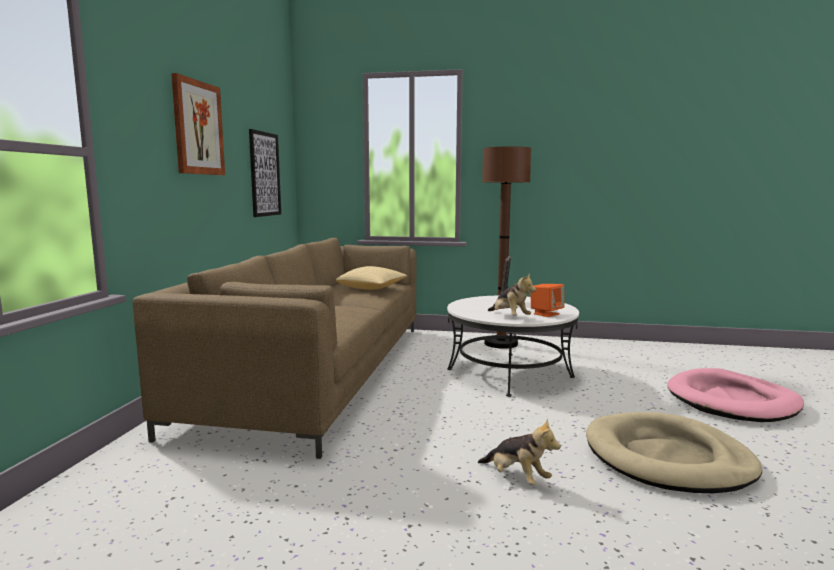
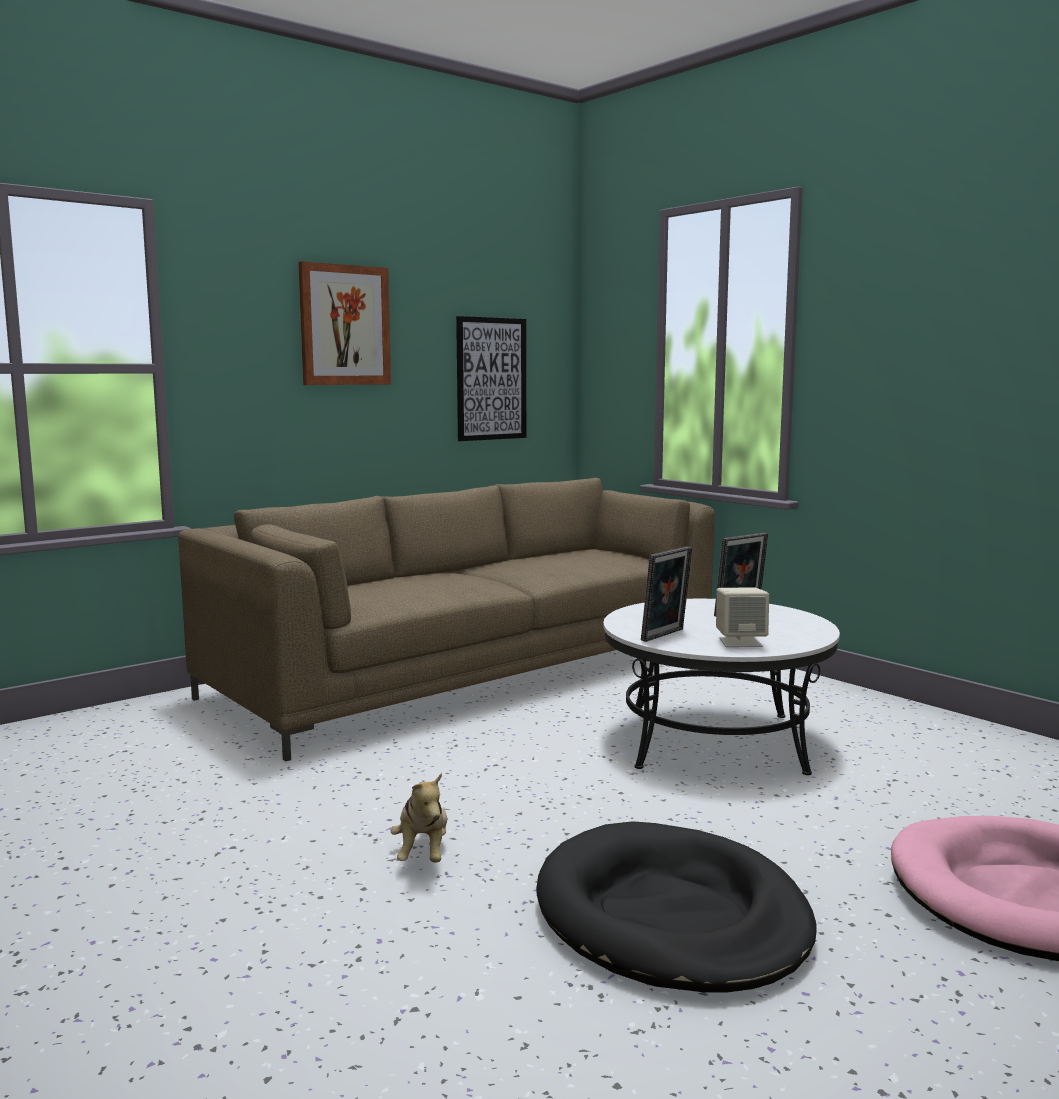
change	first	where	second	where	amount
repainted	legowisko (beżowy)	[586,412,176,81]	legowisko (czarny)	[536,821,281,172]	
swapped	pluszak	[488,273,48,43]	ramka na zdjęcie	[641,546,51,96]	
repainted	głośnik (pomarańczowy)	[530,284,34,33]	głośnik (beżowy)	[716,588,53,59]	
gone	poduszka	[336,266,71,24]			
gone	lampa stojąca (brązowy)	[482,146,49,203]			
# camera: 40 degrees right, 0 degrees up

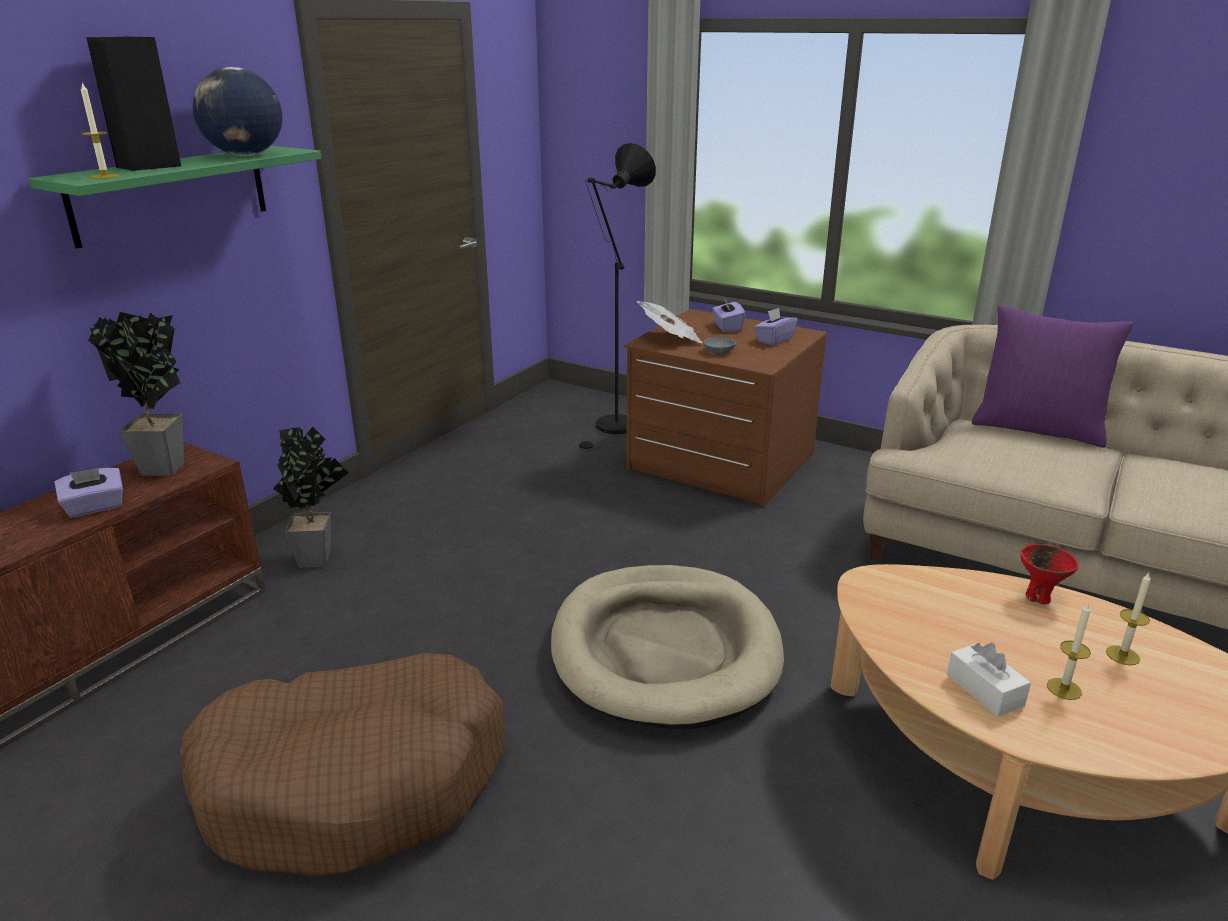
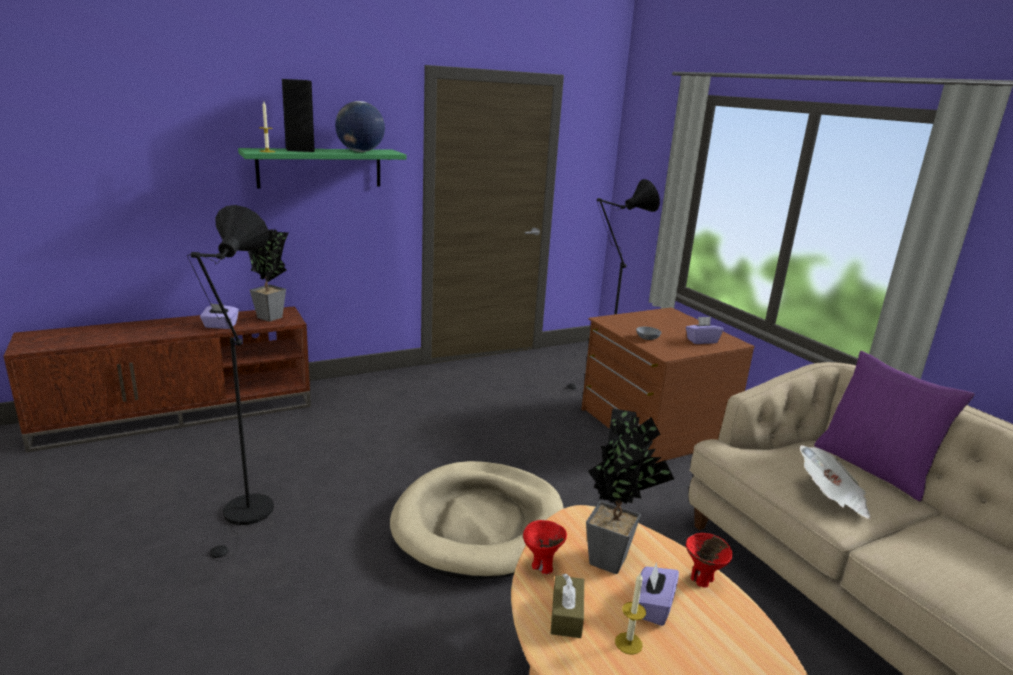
change	first	where	second	where	amount
swapped	legowisko (brązowy)	[180,653,326,224]	lampa stojąca (czarny)	[187,205,87,357]	
new			miska (czerwony)	[523,520,44,55]	
repainted	pudełko chusteczek (biały)	[947,643,84,74]	pudełko chusteczek (brązowy)	[551,573,33,65]	
shifted	roślina doniczkowa	[273,427,76,141]		[586,408,88,166]	
shifted	pudełko chusteczek (fioletowy)	[712,298,33,34]		[639,563,40,63]	
shifted	gazeta	[637,301,66,42]		[800,445,70,74]	
gone	świeca	[1106,573,45,92]			
# camera: 30 degrees right, 5 degrees down

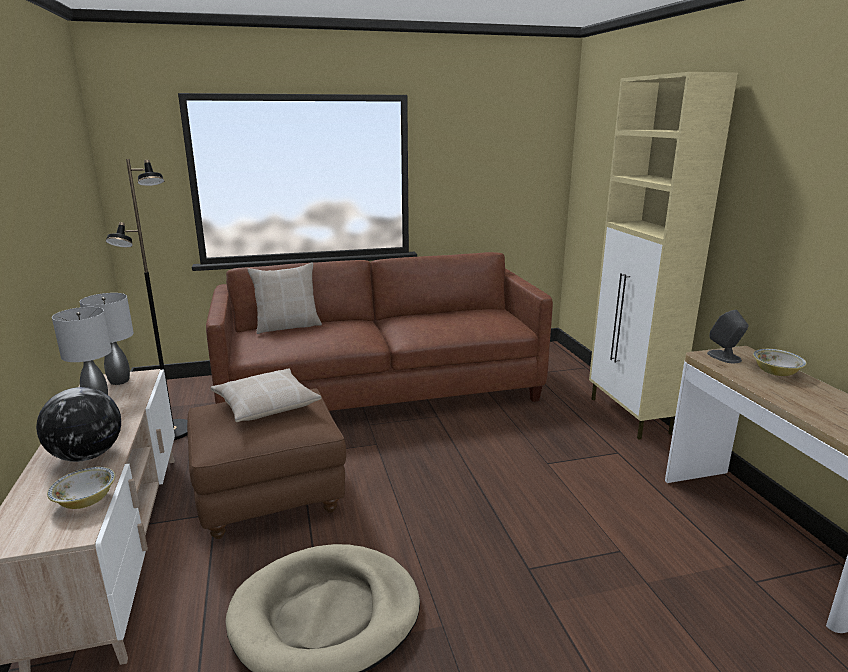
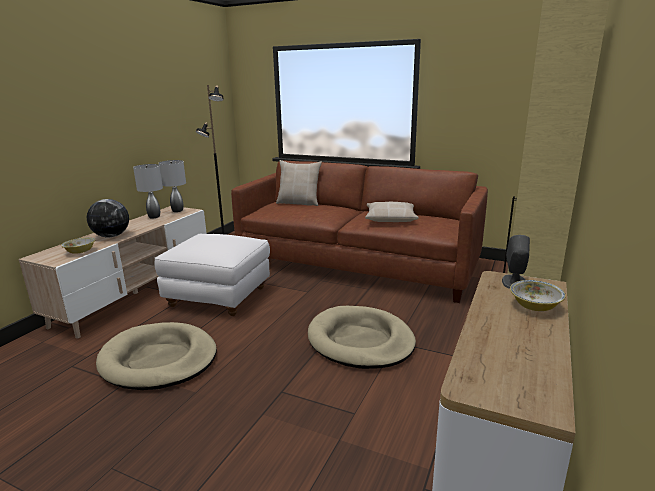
change	first	where	second	where	amount
repainted	pufa (brązowy)	[187,388,159,151]	pufa (biały)	[154,234,116,82]	
new			legowisko (beżowy)	[308,306,108,63]	
shifted	poduszka (beżowy)	[211,369,110,53]		[365,202,54,20]	
# camera: 40 degrees right, 0 degrees up

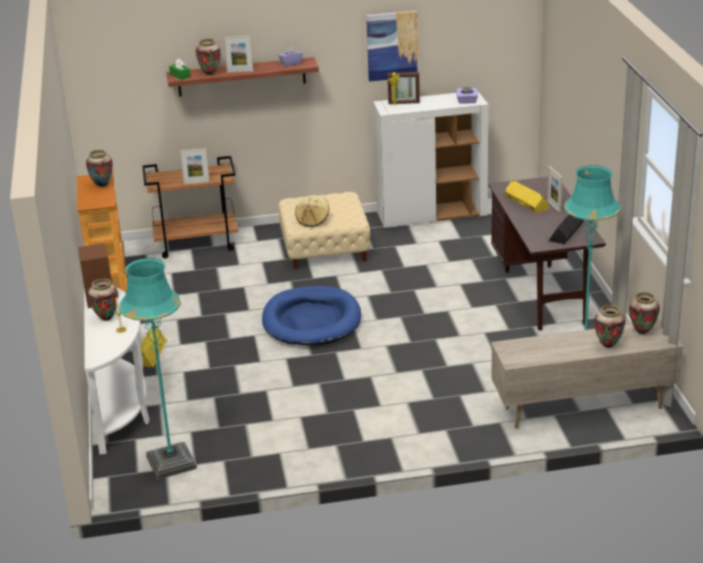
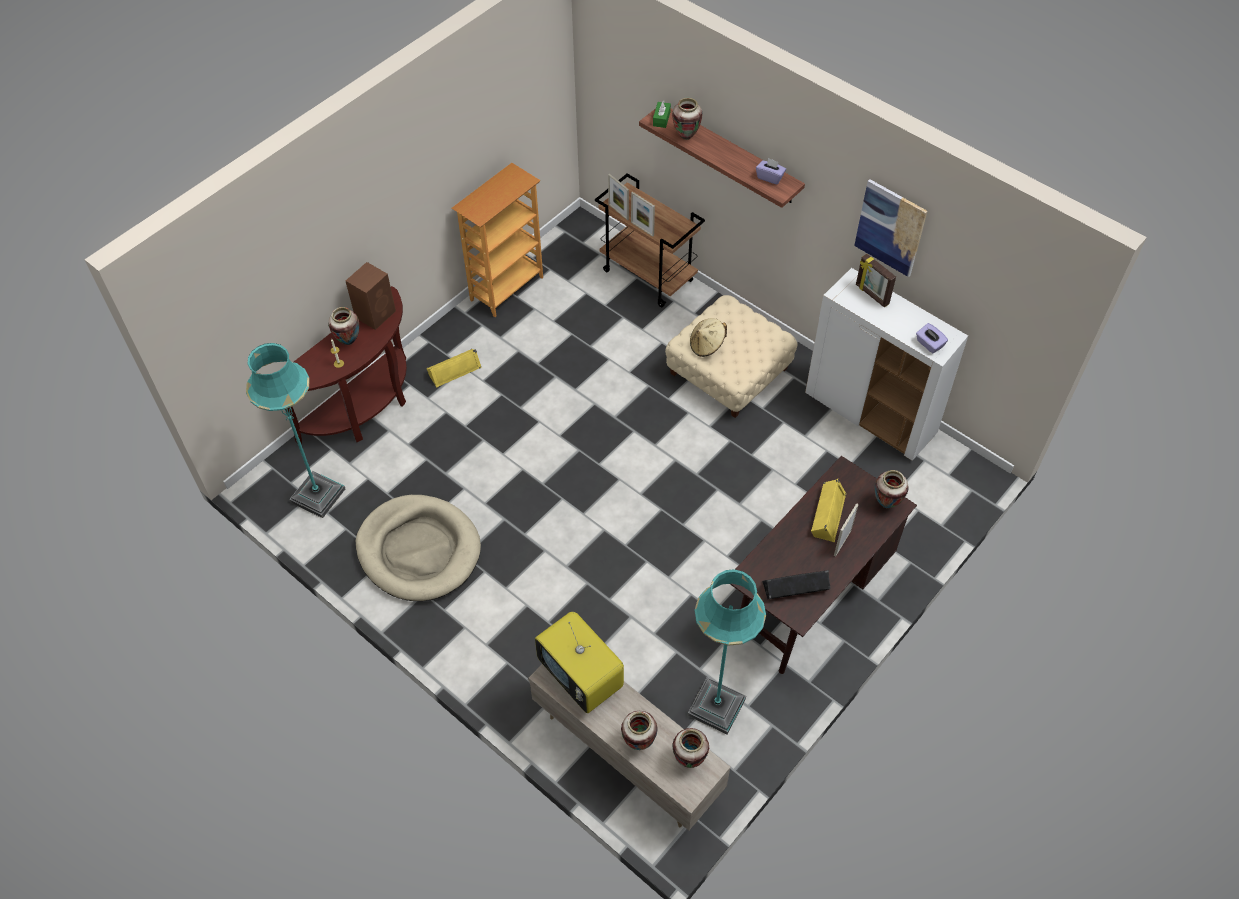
change	first	where	second	where	amount
repainted	stolik konsolowy (biały)	[84,287,66,168]	stolik konsolowy (brązowy)	[284,286,123,158]	
new			legowisko (beżowy)	[356,495,125,106]	
new			telewizor	[535,612,89,101]	
shifted	ramka na zdjęcie	[224,36,29,37]		[608,174,21,46]	
shifted	wazon	[86,149,27,39]		[875,470,34,38]	
gone	legowisko (niebieski)	[262,286,99,60]			
# camera: 50 degrees right, 25 degrees up

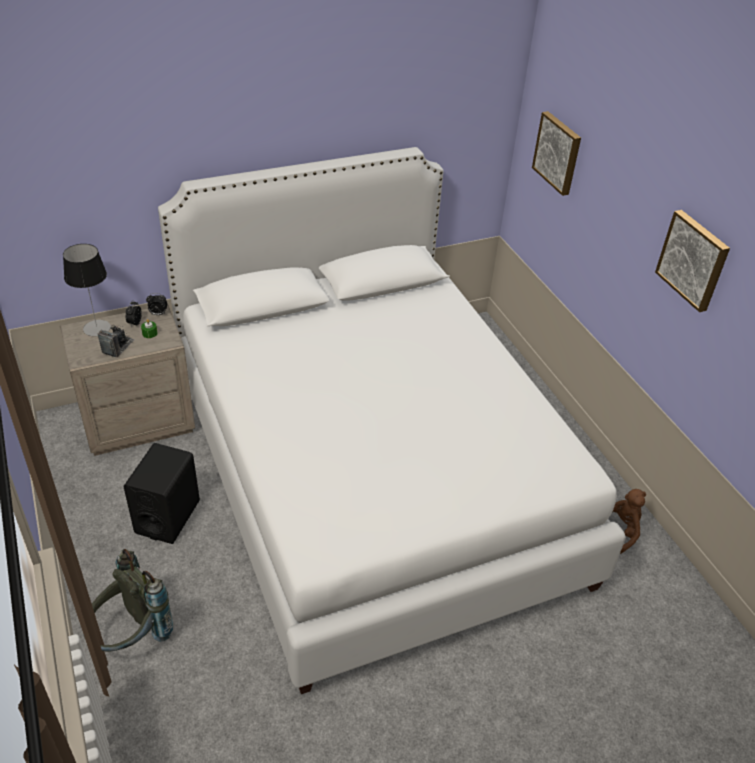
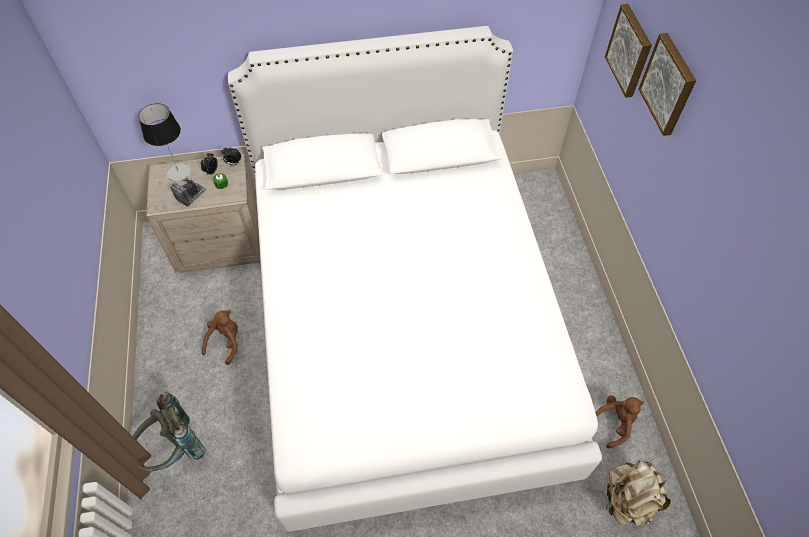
change	first	where	second	where	amount
swapped	głośnik (czarny)	[123,443,77,101]	pluszak (brązowy)	[202,310,36,55]	
new			plecak (beżowy)	[605,460,66,67]	
shifted	obraz	[655,210,75,102]		[639,33,57,103]	
# camera: 15 degrees right, 15 degrees up

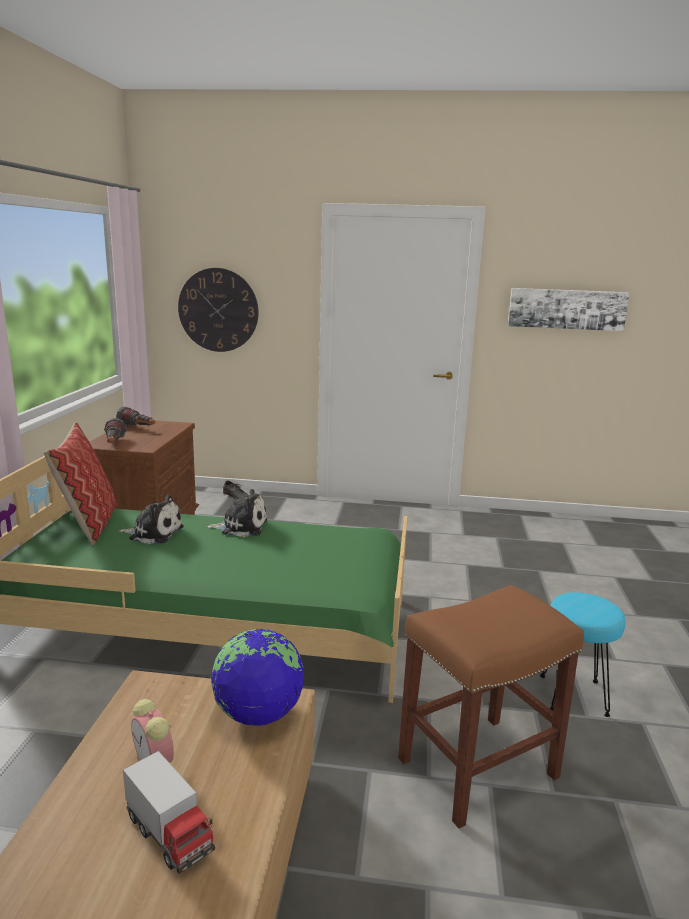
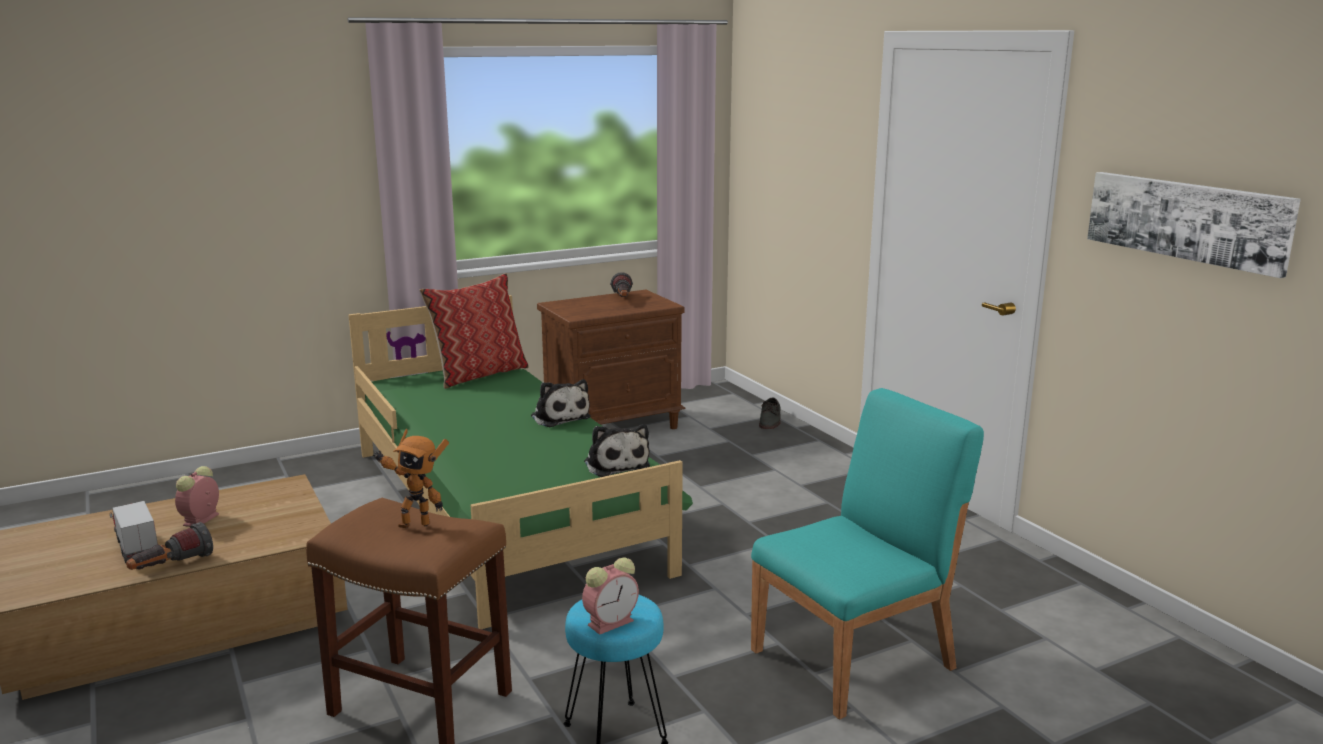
change	first	where	second	where	amount
rotated	ciężarówka zabawkowa	[123,751,92,123]		[110,501,48,62]	135 degrees clockwise
shifted	latarka	[104,418,23,25]		[126,522,87,48]	
new			robot zabawkowy	[373,429,76,99]	
new			budzik	[582,557,57,78]	
shifted	pluszak	[118,495,66,49]		[584,424,66,53]	
new			krzesło (turkusowy)	[751,388,233,331]	
gone	zegar ścienny	[178,268,80,84]			
gone	globus	[211,629,93,97]			
# camera: 55 degrees right, 0 degrees up

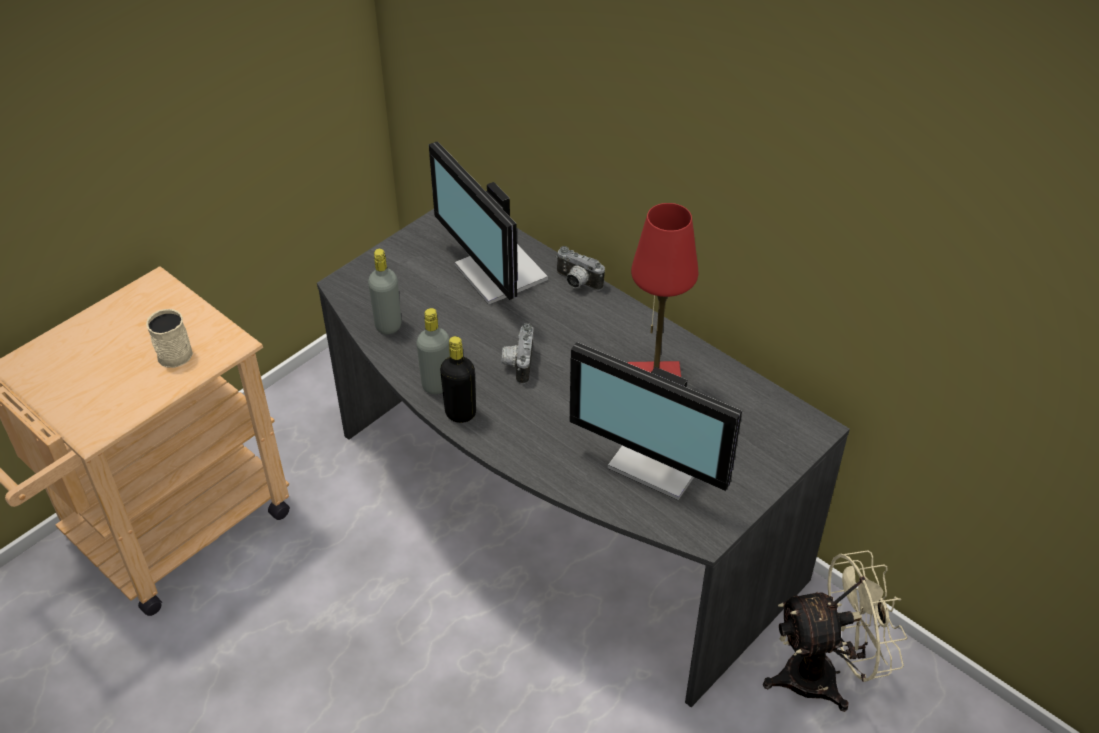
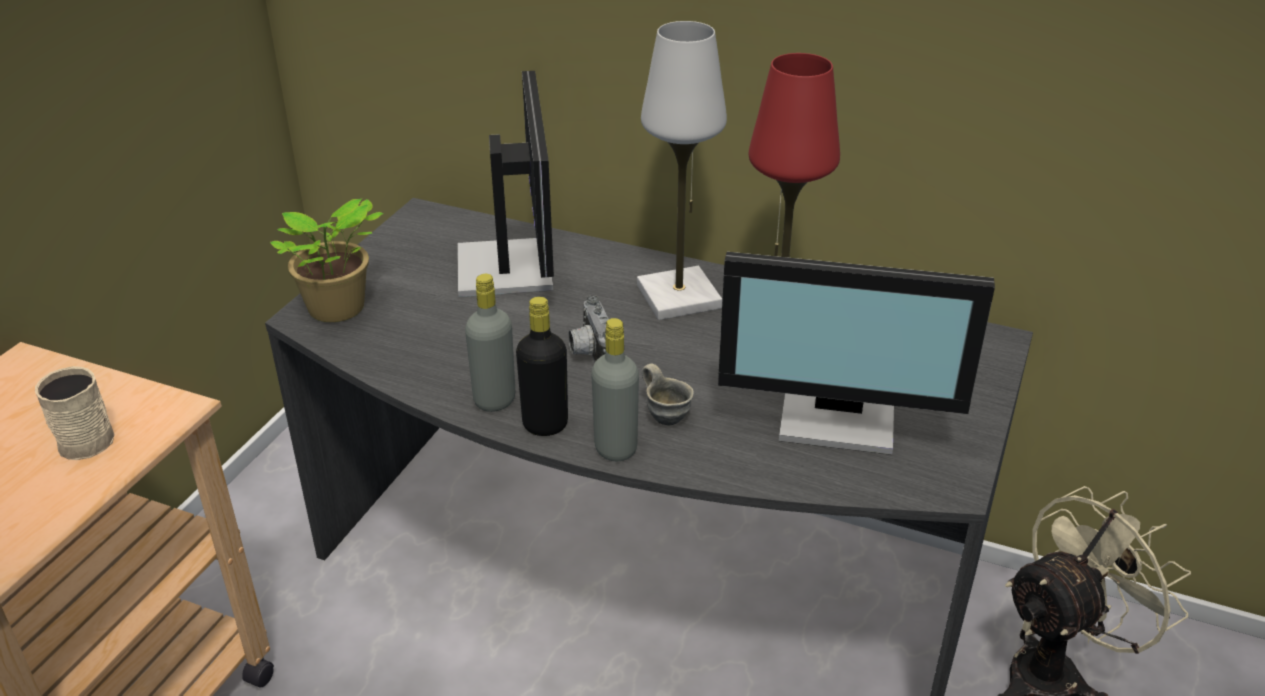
change	first	where	second	where	amount
new			roślina doniczkowa	[270,198,114,124]	
rotated	monitor	[429,141,119,164]		[457,71,97,226]	135 degrees counterclockwise
shifted	butelka (szary)	[368,249,33,85]		[591,318,48,143]	
new			lampa stołowa (biały)	[637,21,90,299]	
new			kubek (szary)	[642,363,52,63]	
gone	aparat fotograficzny	[556,246,49,45]			
# camera: 20 degrees left, 10 degrees down

